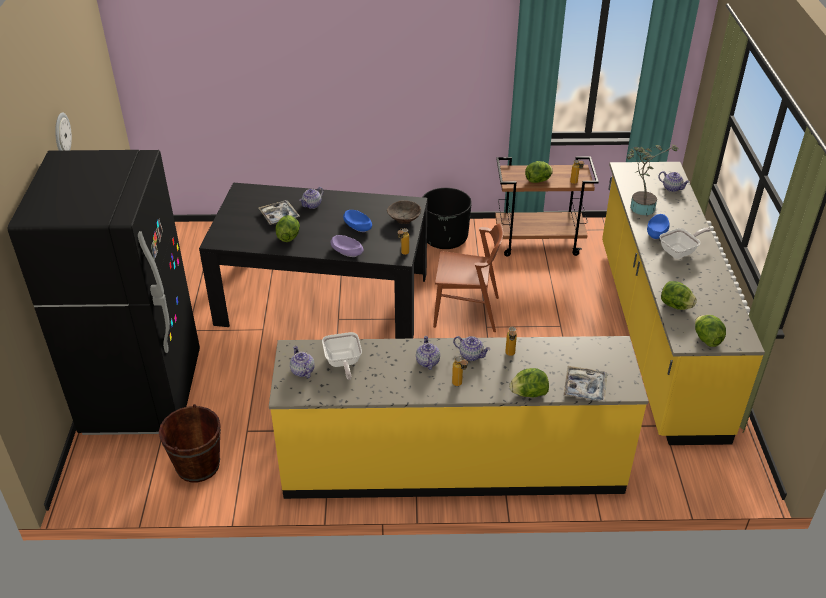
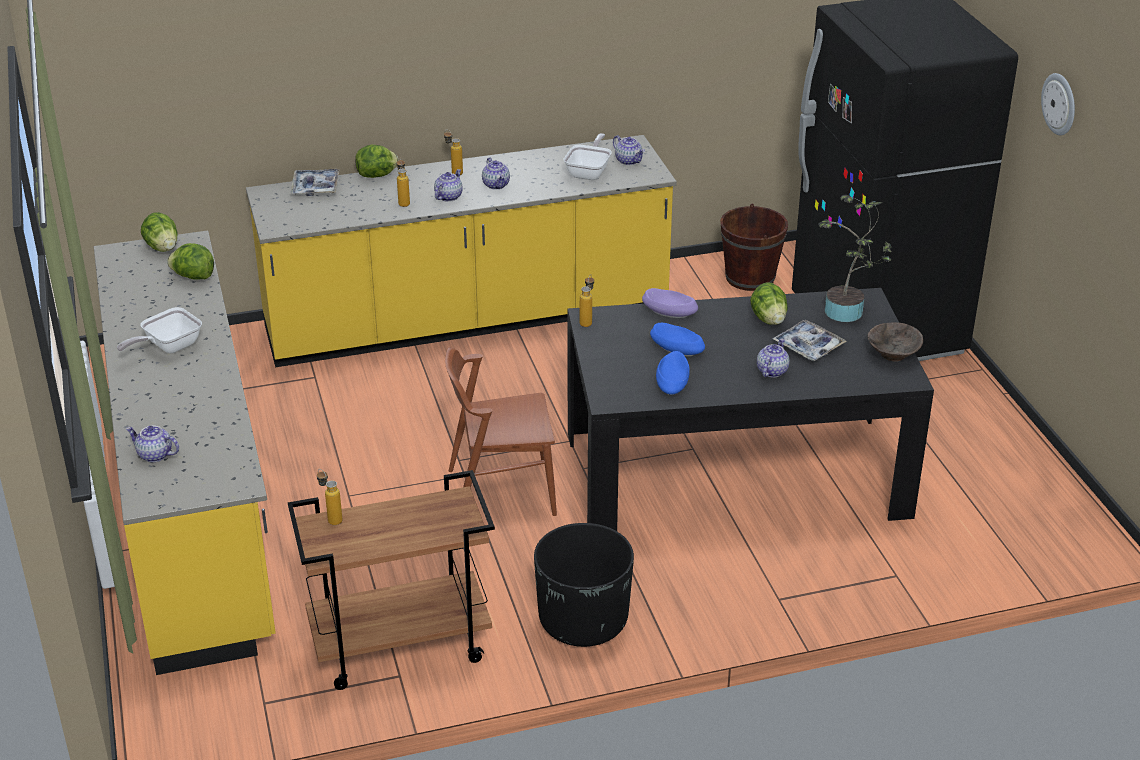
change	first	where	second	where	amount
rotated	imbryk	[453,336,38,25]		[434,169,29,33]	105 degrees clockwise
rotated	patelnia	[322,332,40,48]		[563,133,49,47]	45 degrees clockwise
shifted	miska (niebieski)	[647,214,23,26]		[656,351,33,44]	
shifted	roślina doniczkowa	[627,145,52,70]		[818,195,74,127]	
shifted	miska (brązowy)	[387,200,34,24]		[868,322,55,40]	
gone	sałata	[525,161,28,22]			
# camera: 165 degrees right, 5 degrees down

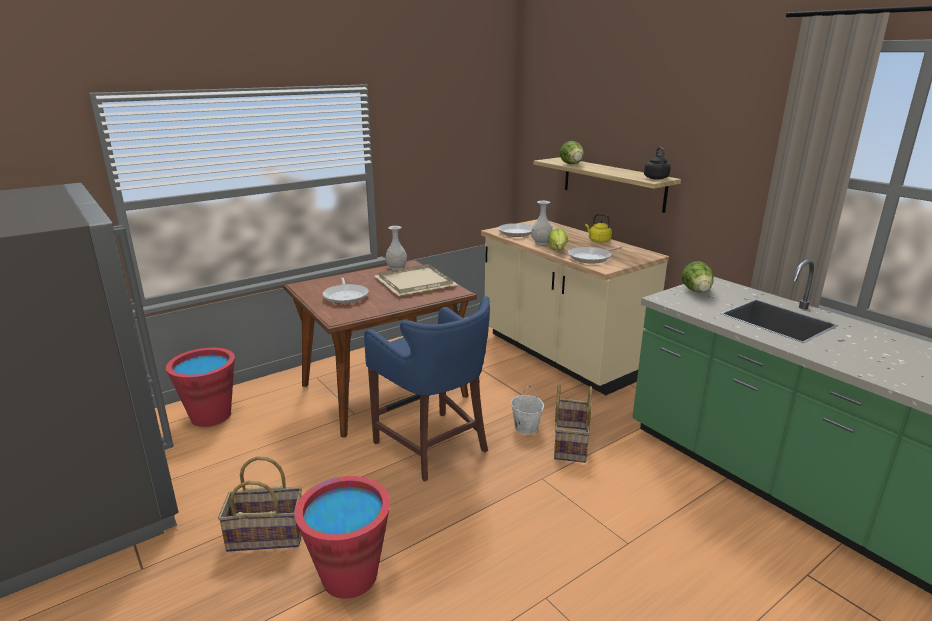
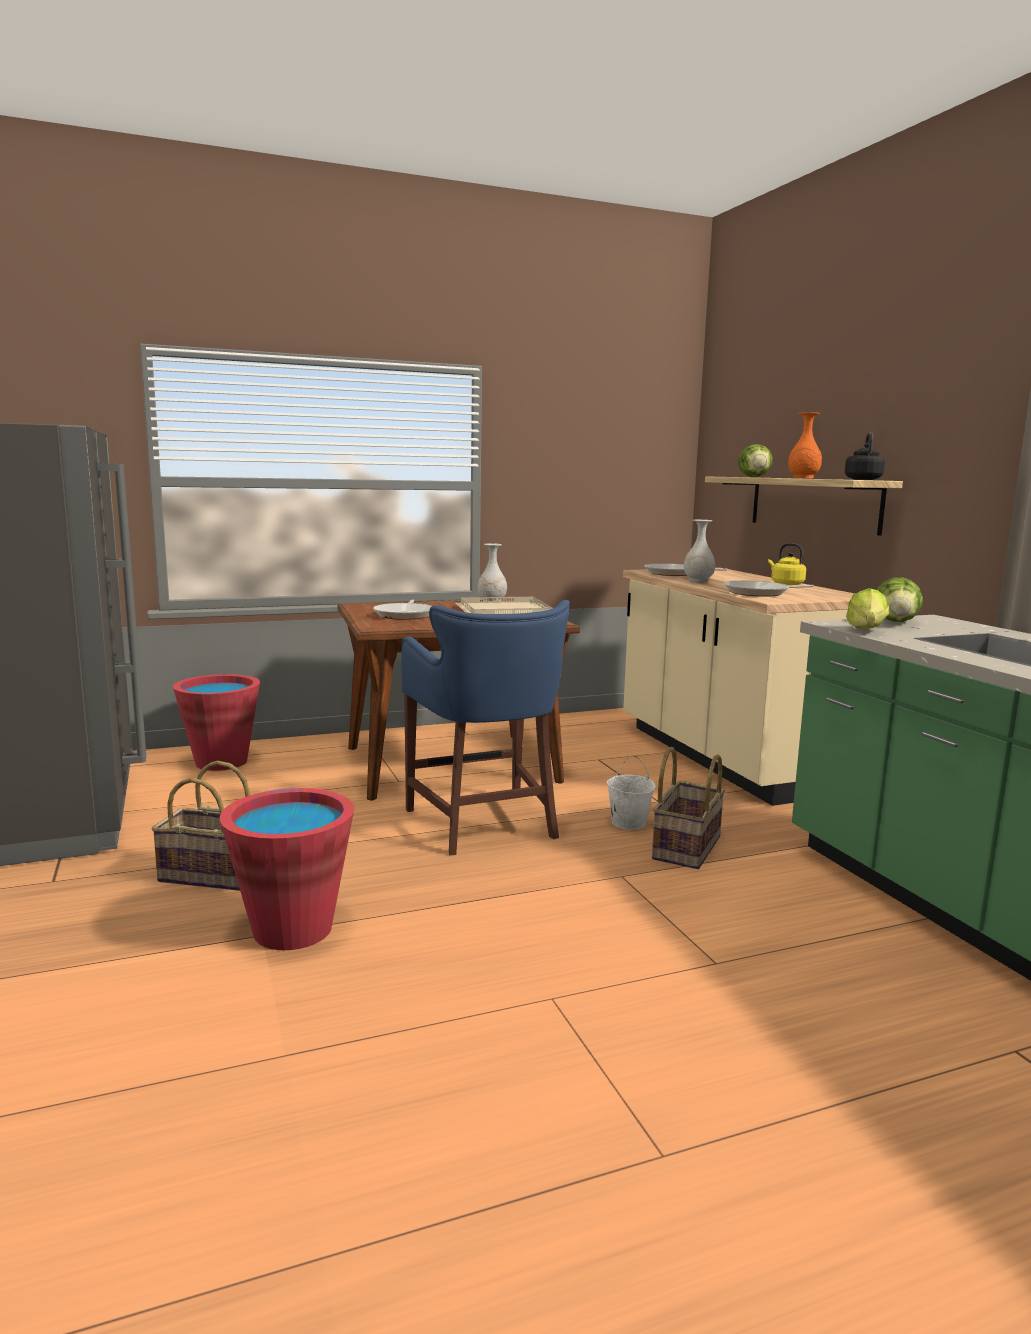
change	first	where	second	where	amount
new			wazon (pomarańczowy)	[788,412,34,67]	
shifted	sałata	[548,228,20,22]		[846,588,43,41]	
# camera: 15 degrees right, 10 degrees down

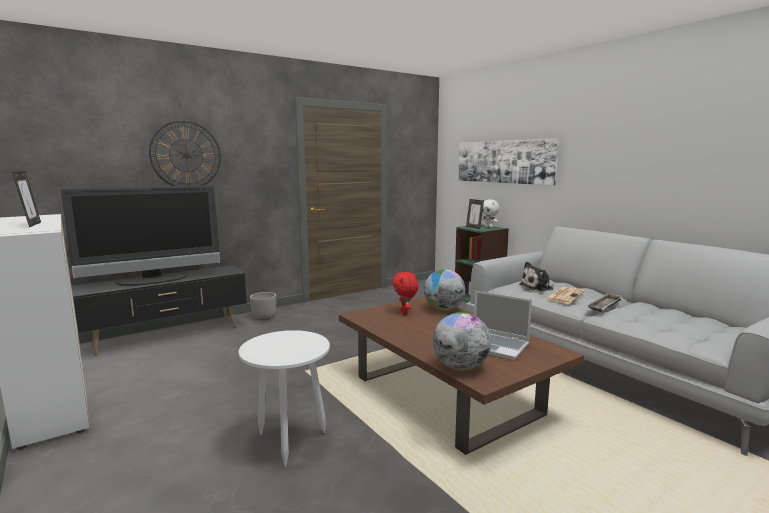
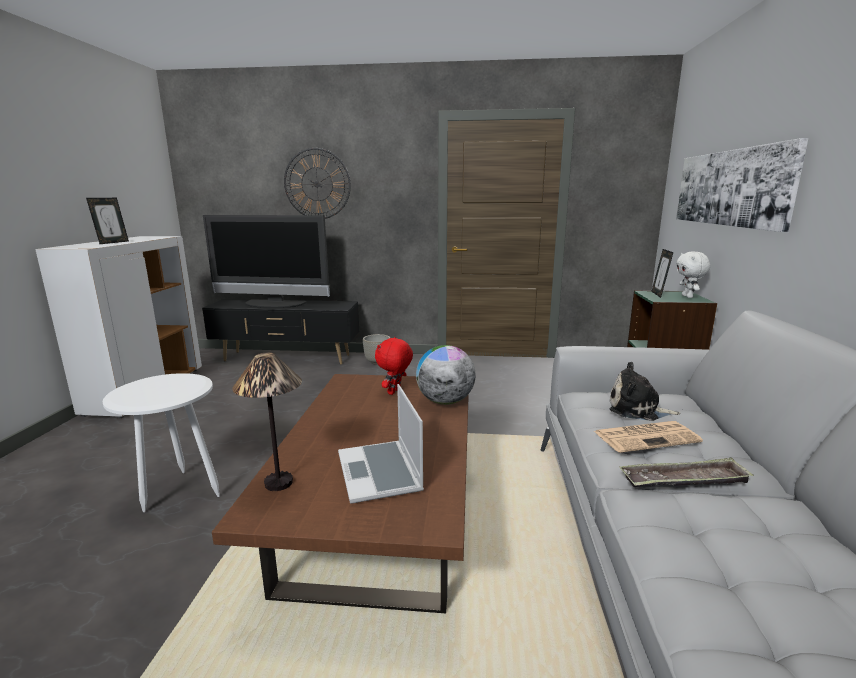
change	first	where	second	where	amount
swapped	globus	[433,312,58,59]	lampa stołowa	[232,352,70,139]	
# camera: 40 degrees right, 5 degrees up

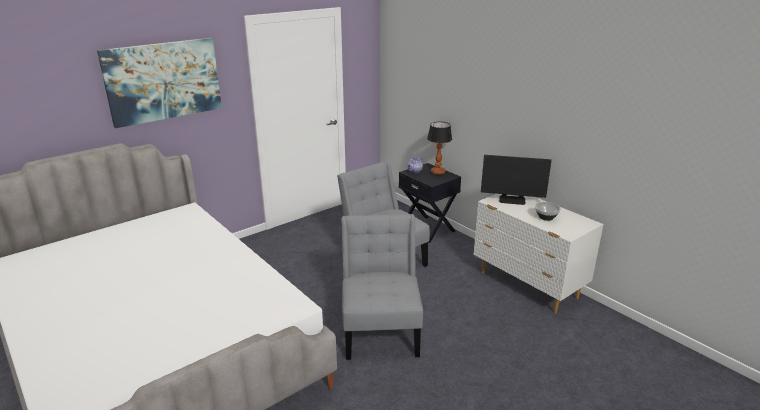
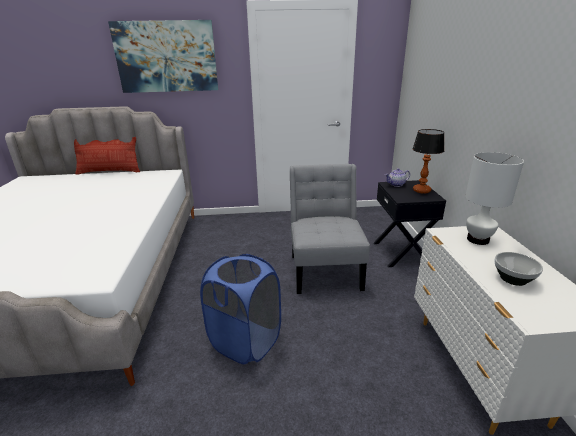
change	first	where	second	where	amount
new			poduszka	[74,137,66,38]	
swapped	krzesło (szary)	[342,214,81,146]	kosz na pranie (niebieski)	[200,254,81,110]	
swapped	monitor	[481,155,70,50]	lampa stołowa (biały)	[465,152,59,93]	
# camera: 35 degrees right, 0 degrees up

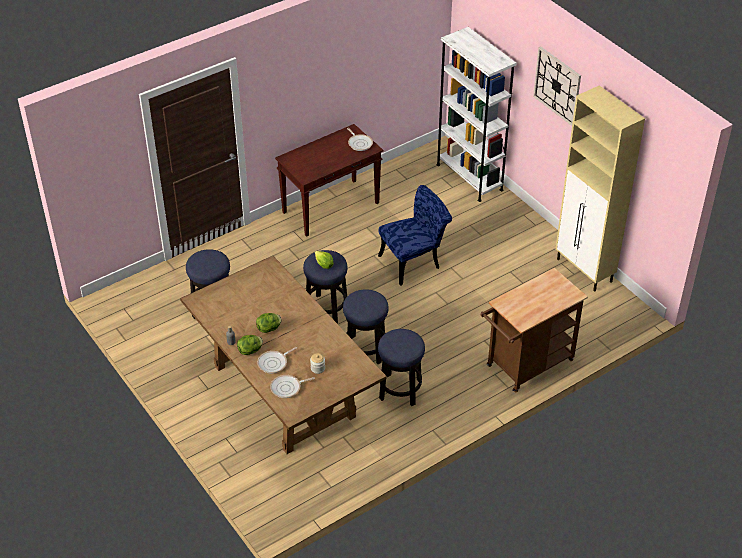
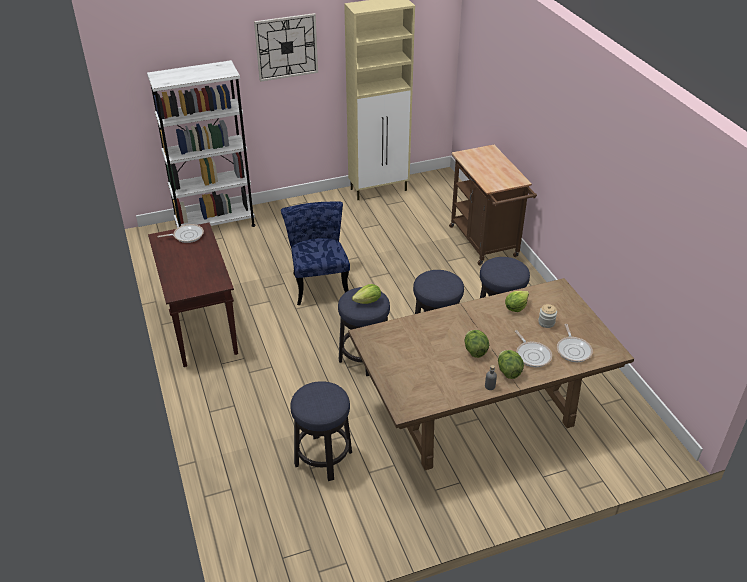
change	first	where	second	where	amount
new			sałata	[505,291,24,21]	
# camera: 75 degrees left, 5 degrees down

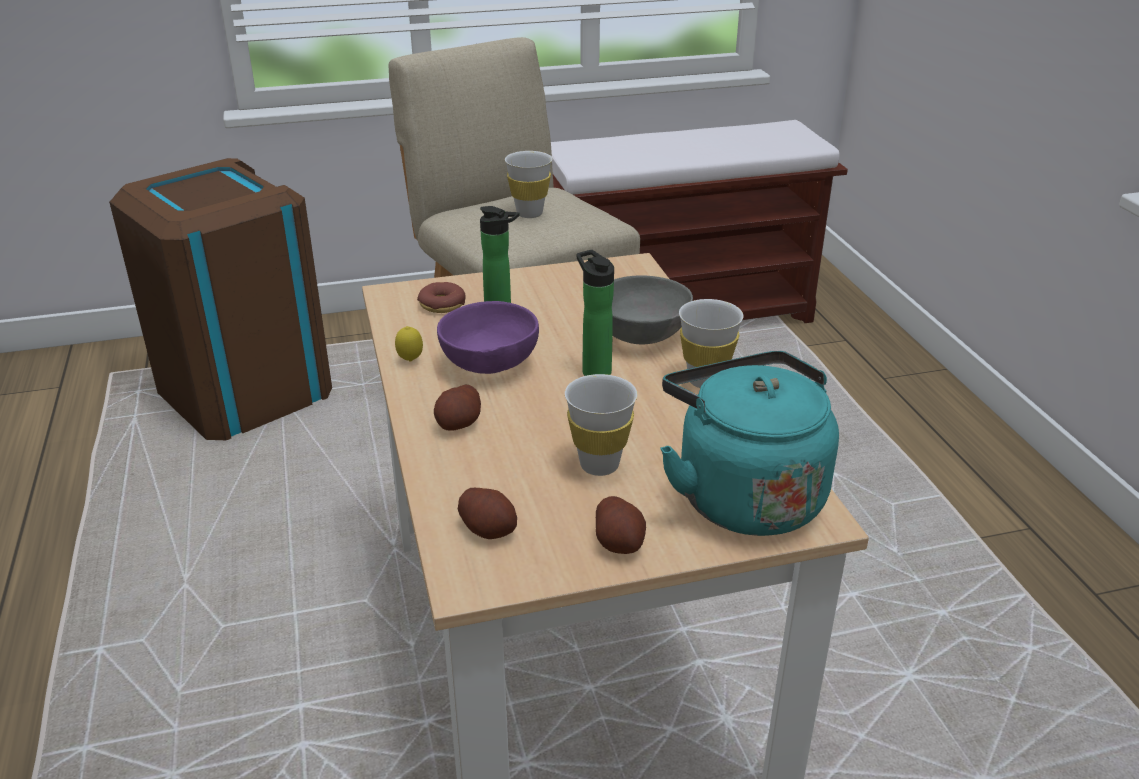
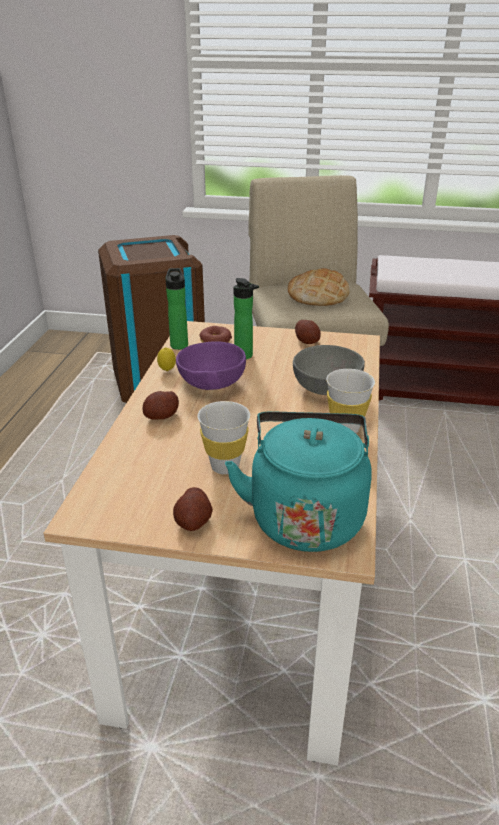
change	first	where	second	where	amount
shifted	butelka	[576,250,38,126]		[165,268,23,82]	
swapped	filiżanka (biały)	[505,151,47,67]	chleb	[288,268,62,38]	
shifted	ziemniak	[458,488,59,51]		[295,320,26,24]	
# camera: 25 degrees right, 0 degrees up

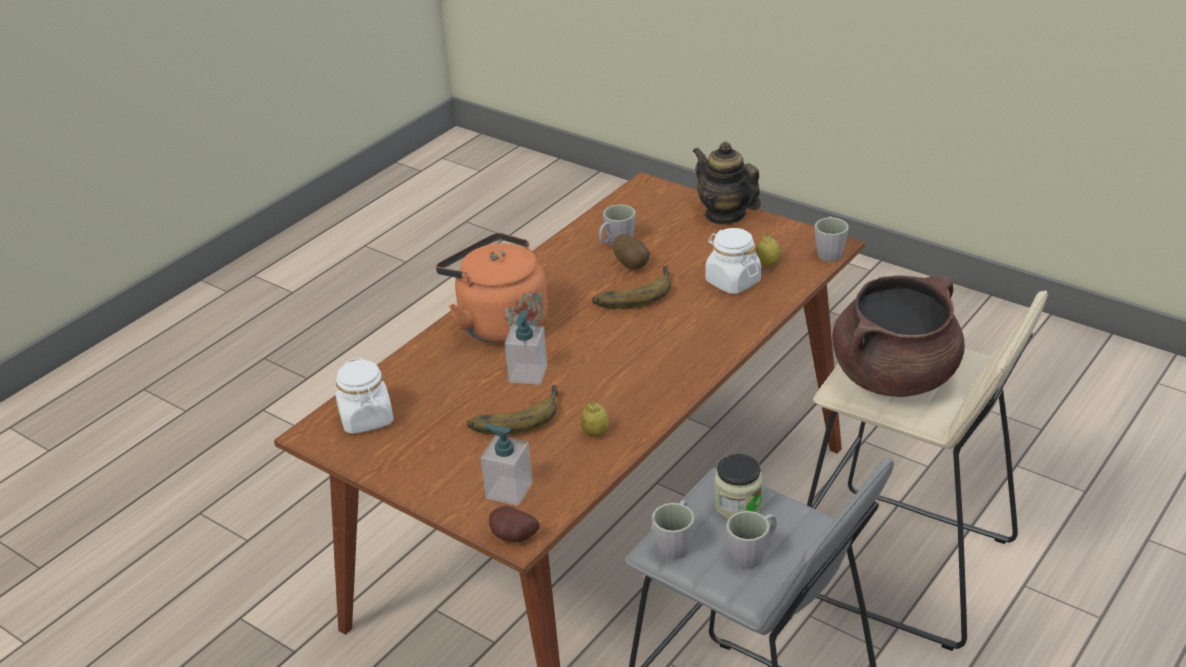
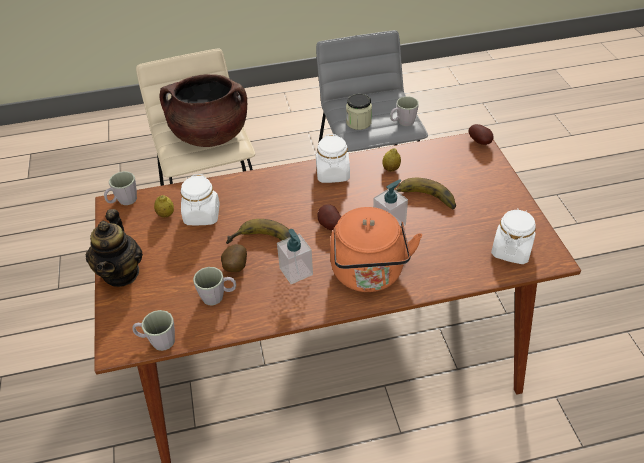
change	first	where	second	where	amount
shifted	kubek (szary)	[726,511,51,57]		[132,310,43,41]	
shifted	dozownik mydła	[481,425,52,81]		[277,229,36,55]	
new			słoik (biały)	[316,134,34,49]	
new			ziemniak	[318,205,23,25]	
# camera: 140 degrees left, 10 degrees up

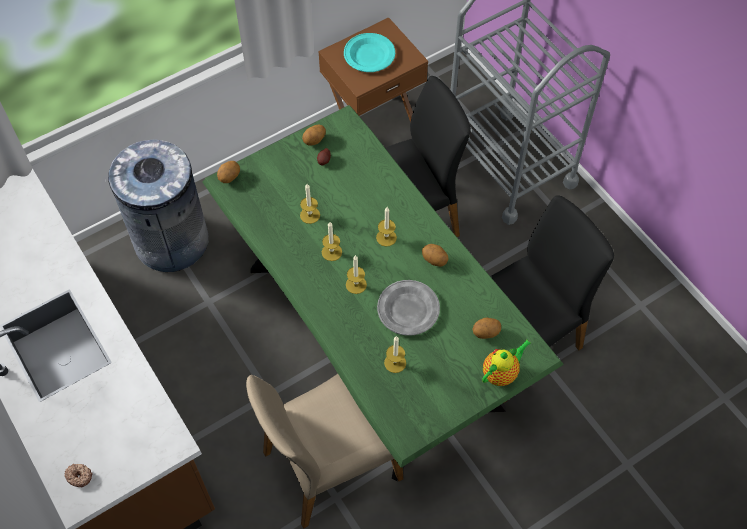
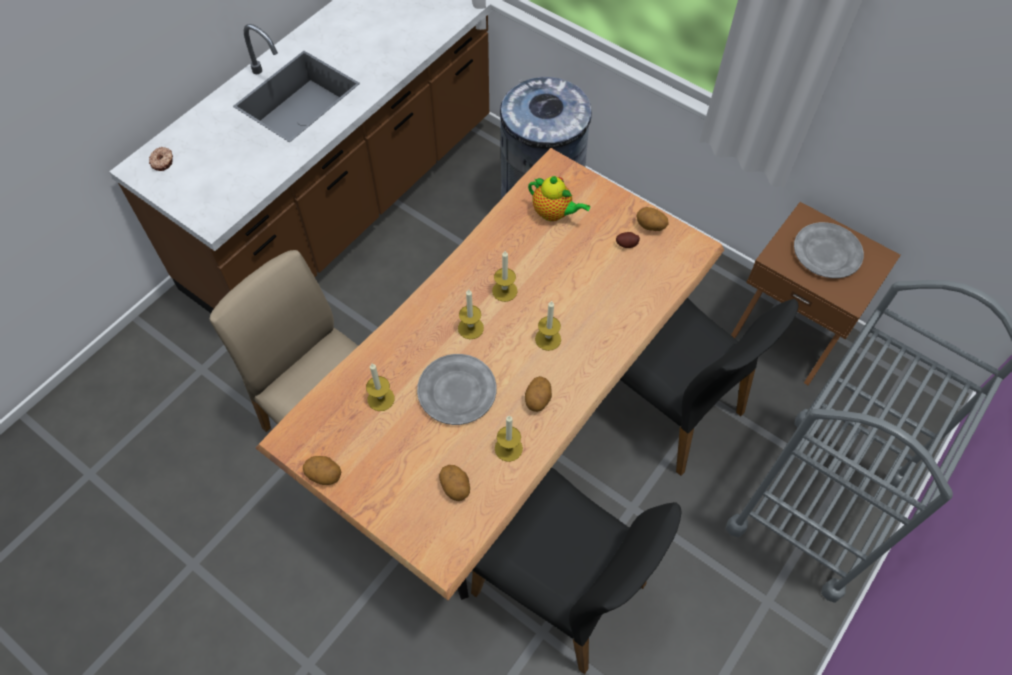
change	first	where	second	where	amount
repainted	stół jadalny (zielony)	[203,105,361,376]	stół jadalny (brązowy)	[256,148,469,452]	
shifted	ziemniak	[217,161,23,22]		[303,456,38,29]	
shifted	świeca	[300,184,20,40]		[495,415,28,47]	
shifted	imbryk	[482,339,49,47]		[528,176,62,45]	
repainted	talerz (turkusowy)	[344,33,51,39]	talerz (szary)	[794,222,70,56]	
# camera: 70 degrees right, 0 degrees up

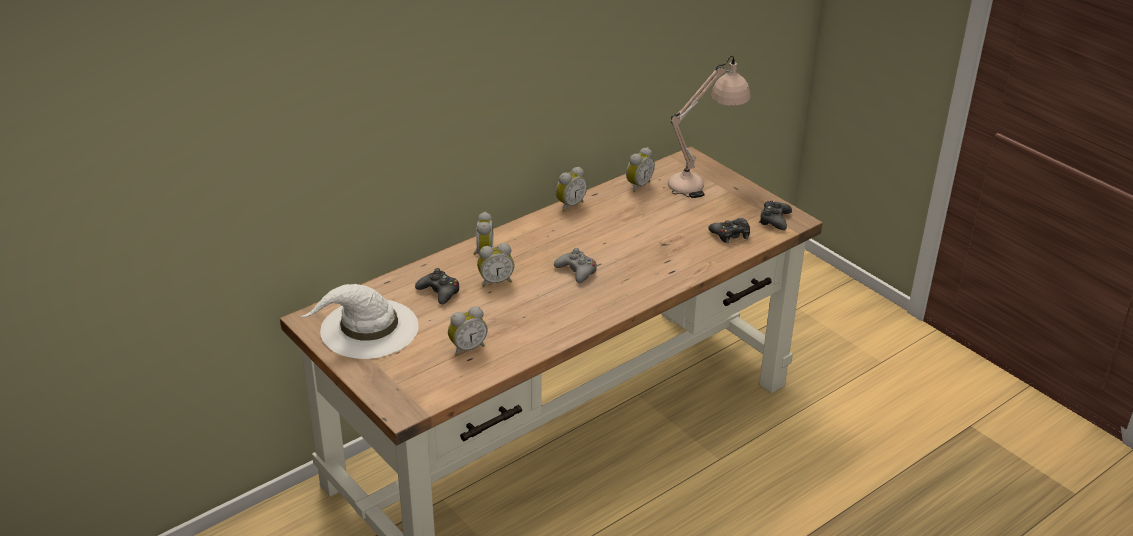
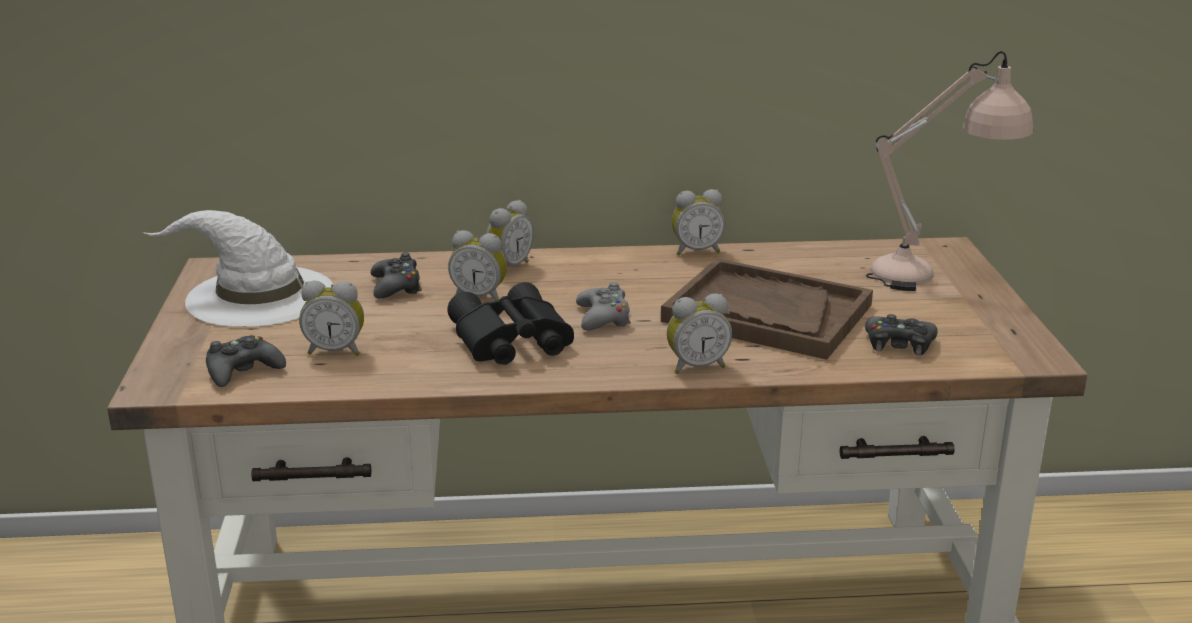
change	first	where	second	where	amount
shifted	pad do gier (czarny)	[759,201,33,29]		[206,335,80,52]	
new			lornetka (czarny)	[447,282,127,83]	
new			taca (brązowy)	[661,258,212,102]	
shifted	budzik	[626,147,29,45]		[667,294,65,80]	
# camera: 35 degrees right, 10 degrees down

